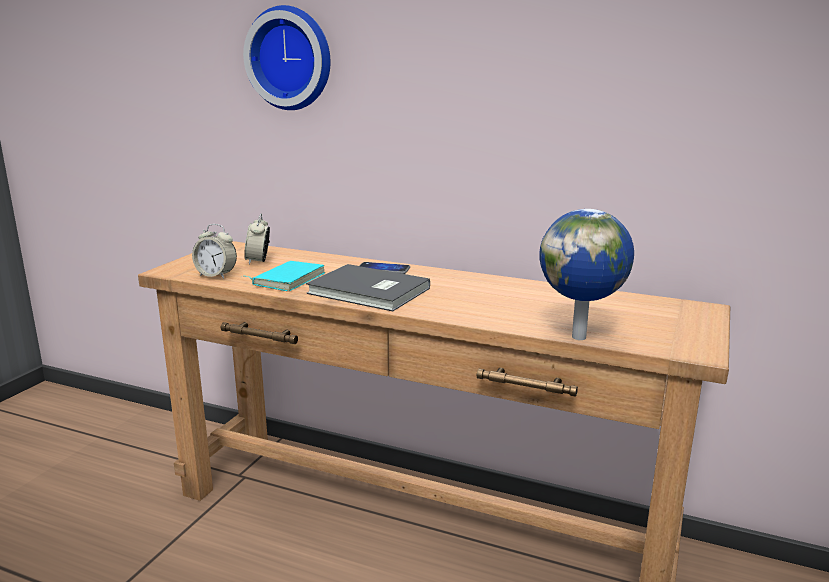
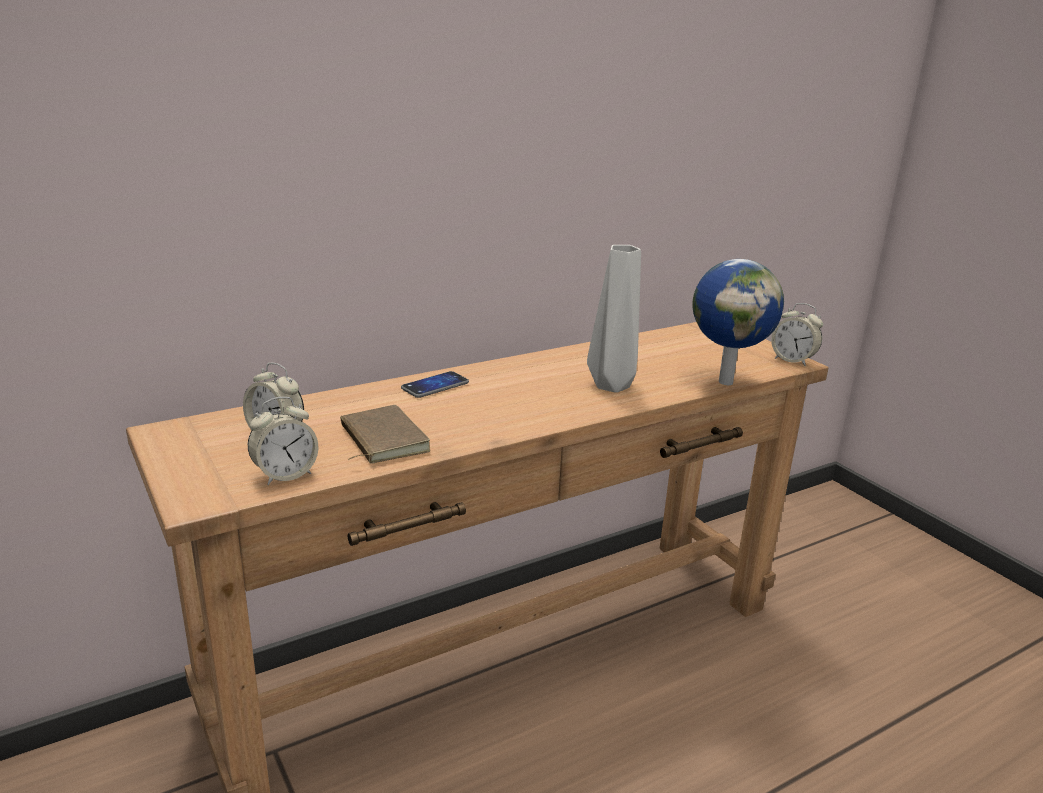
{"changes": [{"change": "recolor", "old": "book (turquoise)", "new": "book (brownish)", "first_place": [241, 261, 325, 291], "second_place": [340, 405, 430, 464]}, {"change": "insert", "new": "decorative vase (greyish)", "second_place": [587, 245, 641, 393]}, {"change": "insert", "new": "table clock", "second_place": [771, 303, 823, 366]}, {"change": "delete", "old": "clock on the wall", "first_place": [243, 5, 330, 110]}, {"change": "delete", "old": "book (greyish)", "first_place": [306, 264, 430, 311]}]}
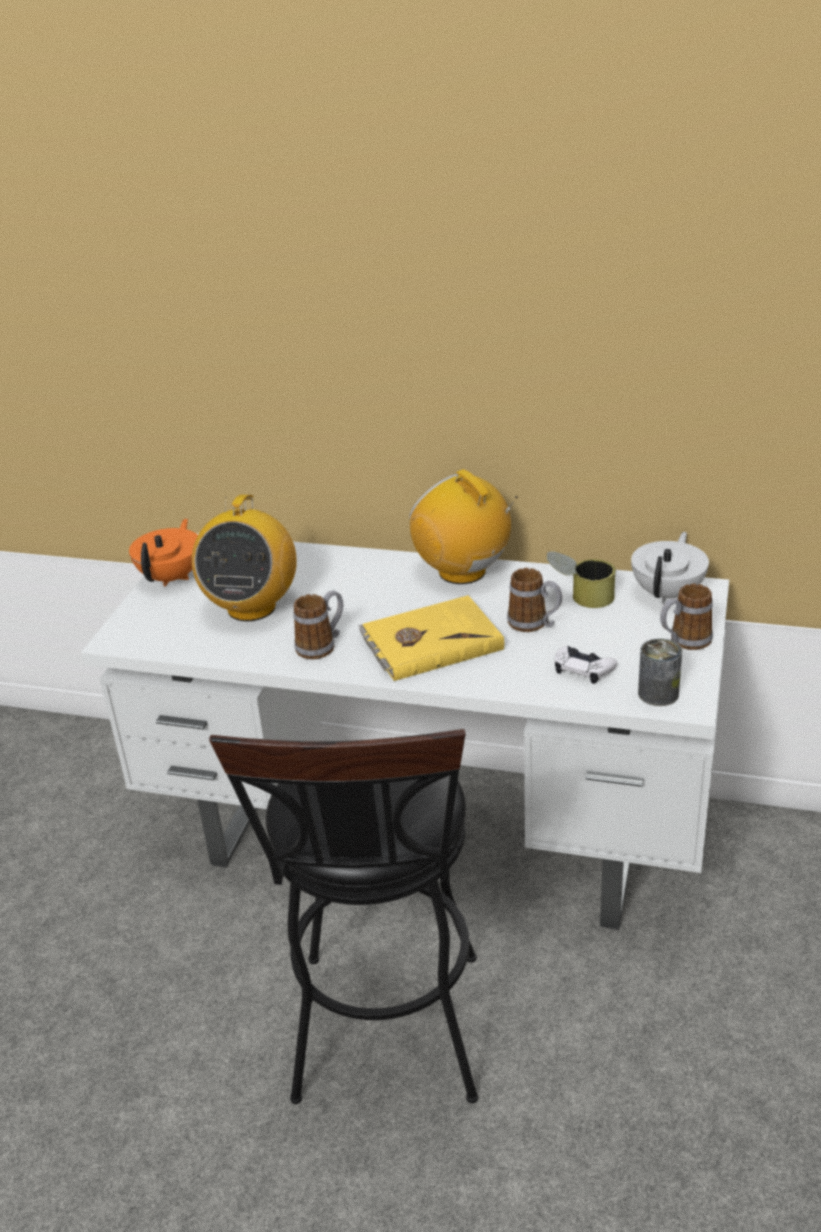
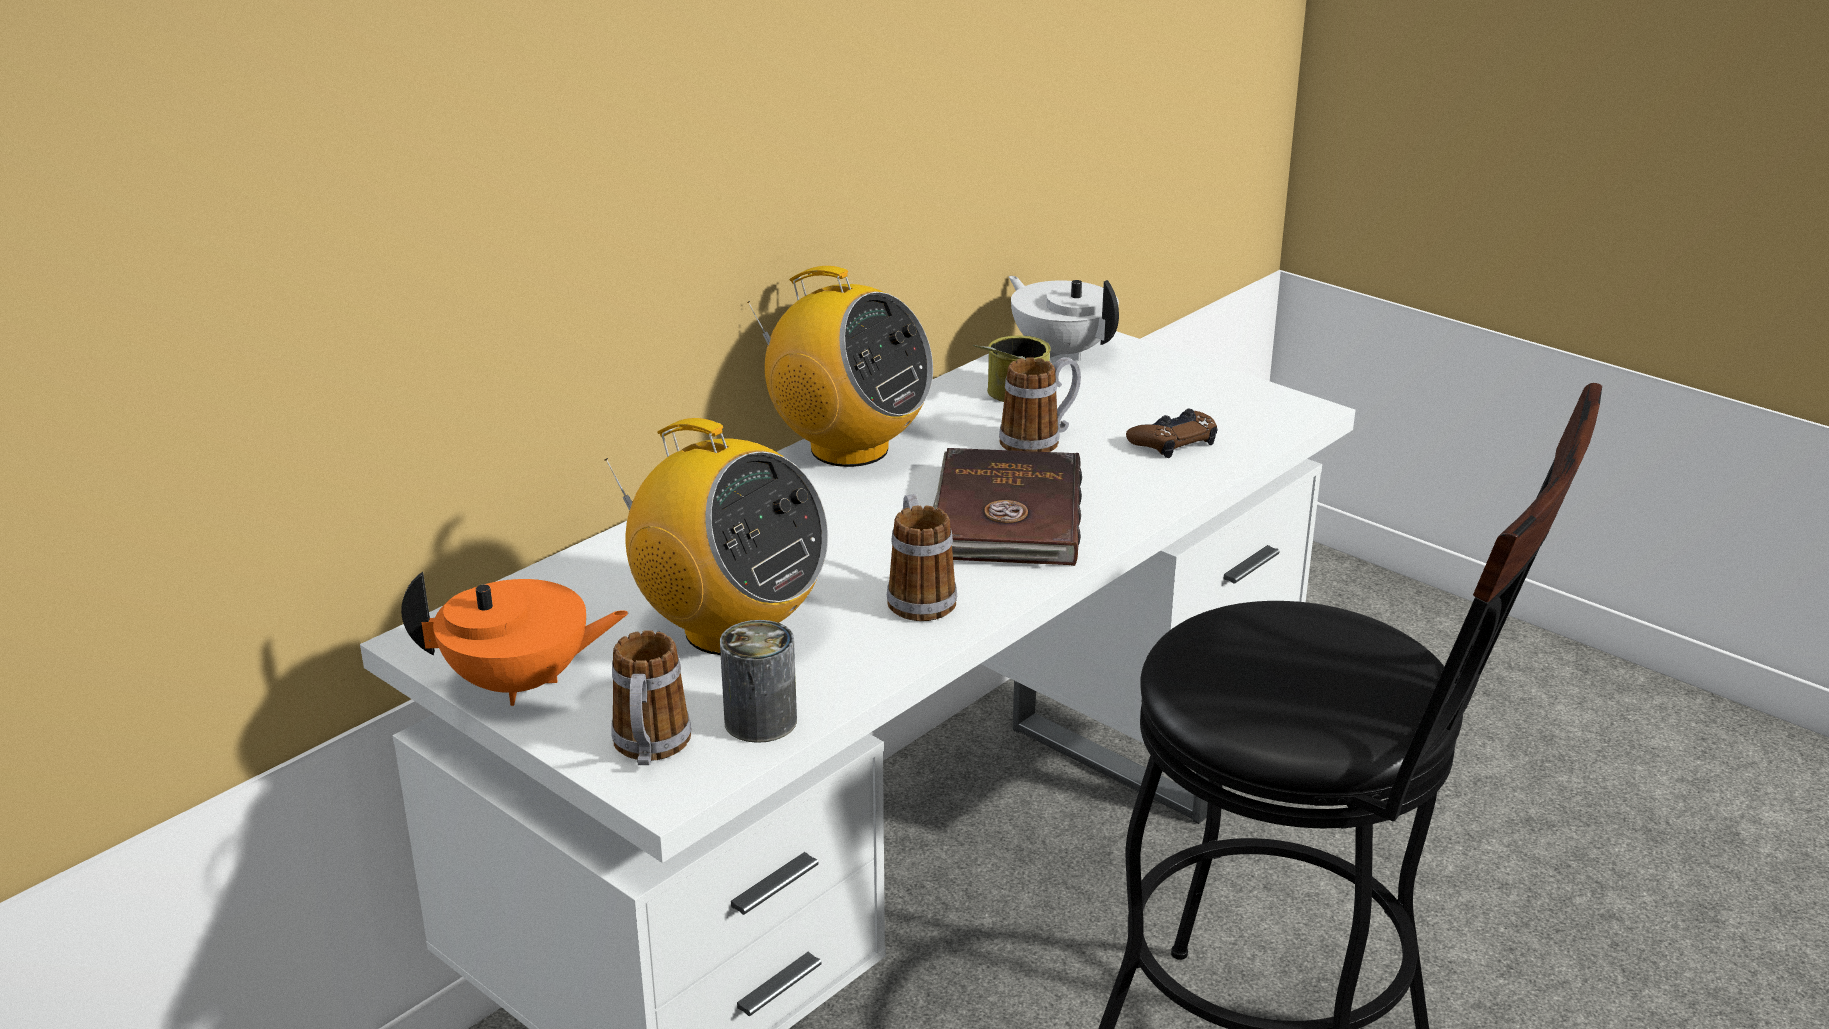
{"changes": [{"change": "rotate", "old": "pot for tea (orange-coloured)", "first_place": [129, 519, 198, 587], "second_place": [401, 572, 629, 706], "degrees": 135}, {"change": "move", "old": "mug", "first_place": [660, 583, 713, 650], "second_place": [611, 630, 691, 765]}, {"change": "move", "old": "sealed can", "first_place": [638, 638, 682, 706], "second_place": [720, 620, 797, 743]}, {"change": "rotate", "old": "radio set", "first_place": [409, 469, 518, 584], "second_place": [747, 266, 933, 467], "degrees": -135}, {"change": "recolor", "old": "book (yellow-coloured)", "new": "book (brownish)", "first_place": [358, 595, 504, 681], "second_place": [933, 448, 1082, 566]}, {"change": "recolor", "old": "game controller (white-coloured)", "new": "game controller (brownish)", "first_place": [555, 646, 617, 684], "second_place": [1126, 409, 1217, 458]}]}
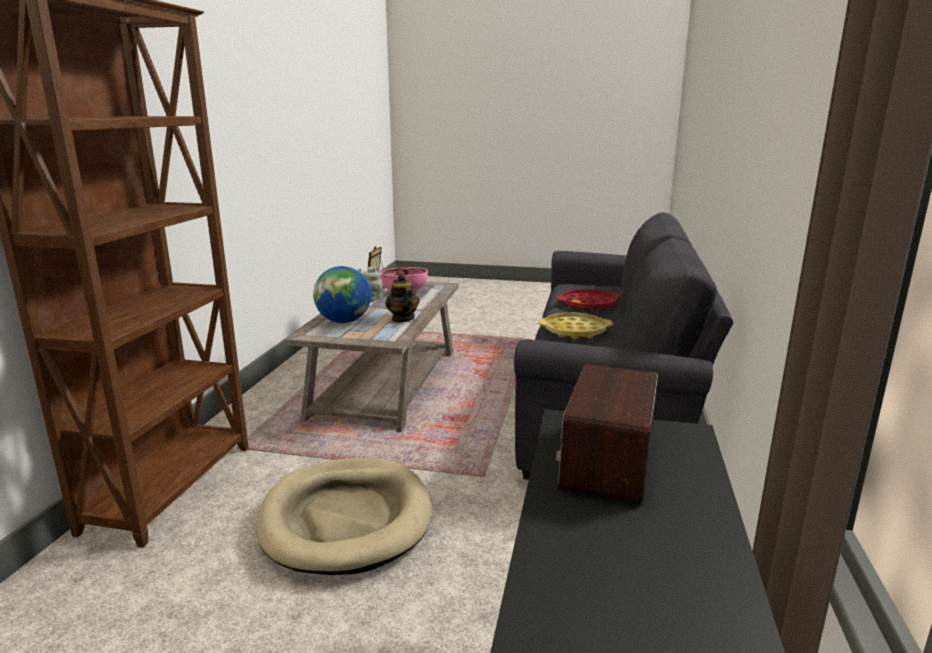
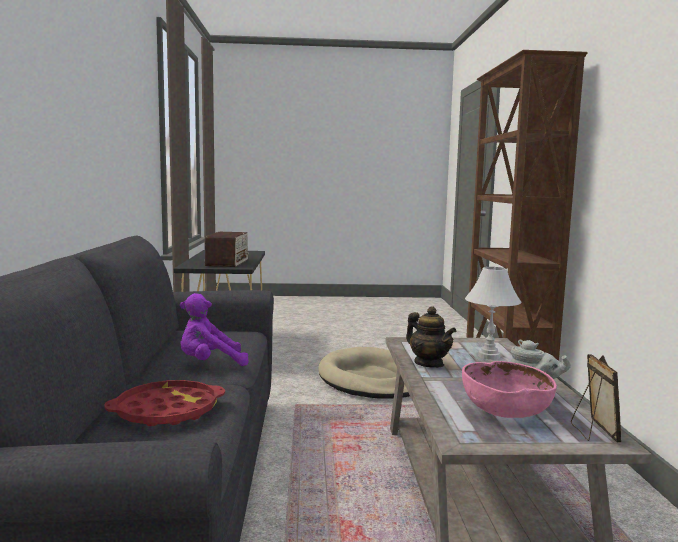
{"changes": [{"change": "replace", "old": "tray (yellow-coloured)", "new": "cuddly toy (purplish)", "first_place": [538, 312, 613, 339], "second_place": [180, 293, 249, 366]}, {"change": "replace", "old": "world globe", "new": "lamp for a table (white-coloured)", "first_place": [313, 266, 371, 323], "second_place": [465, 267, 521, 360]}]}
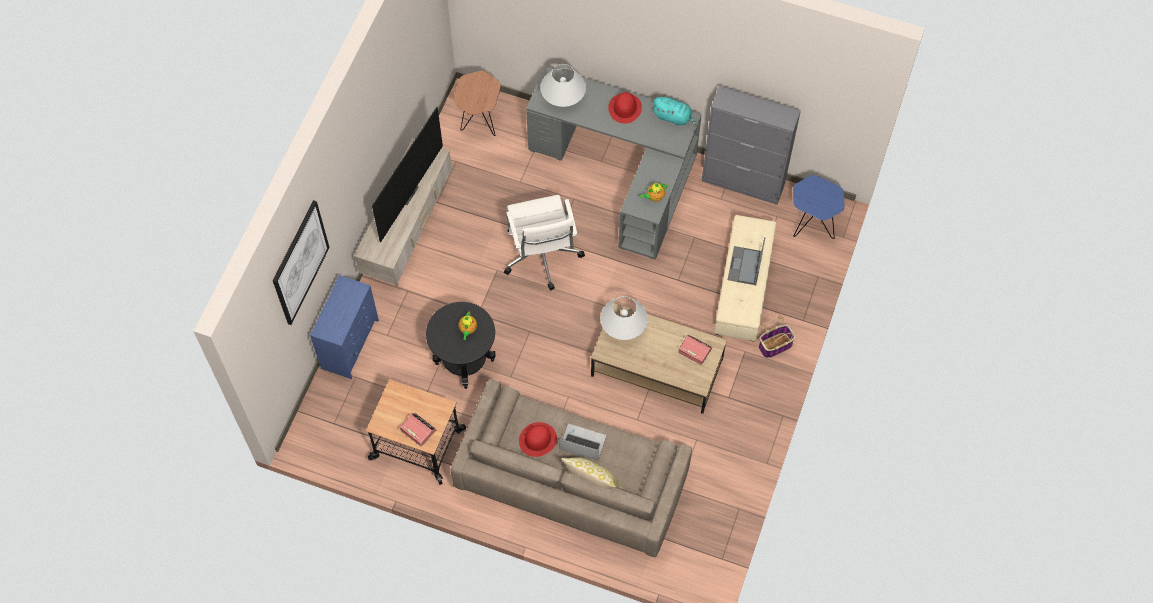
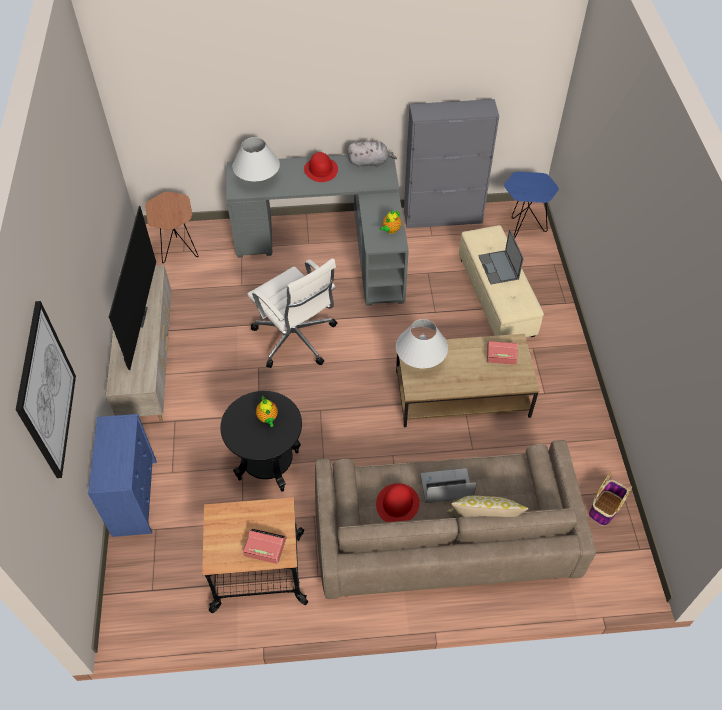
{"changes": [{"change": "recolor", "old": "cuddly toy (turquoise)", "new": "cuddly toy (greyish)", "first_place": [652, 97, 696, 127], "second_place": [347, 141, 397, 168]}, {"change": "move", "old": "basket", "first_place": [759, 317, 796, 358], "second_place": [589, 472, 632, 526]}]}
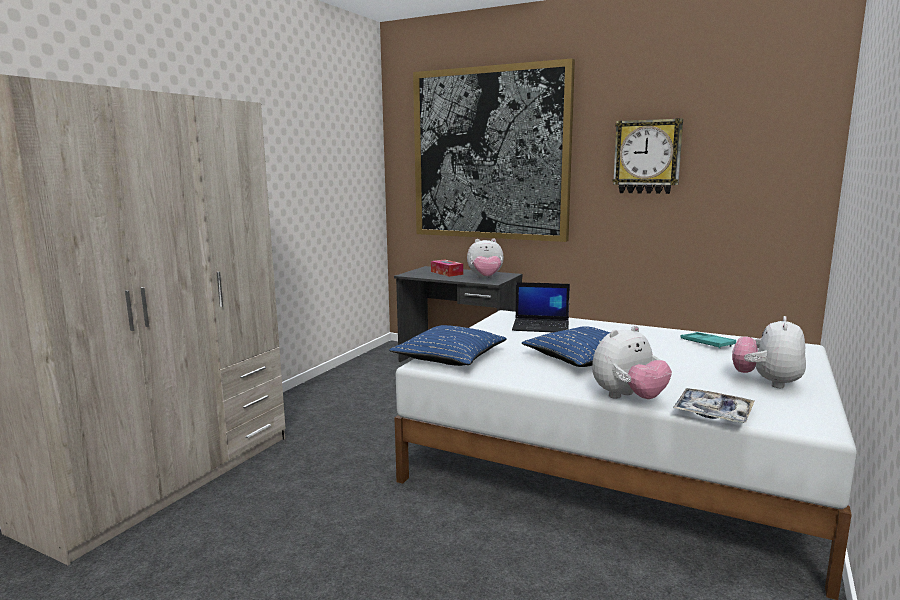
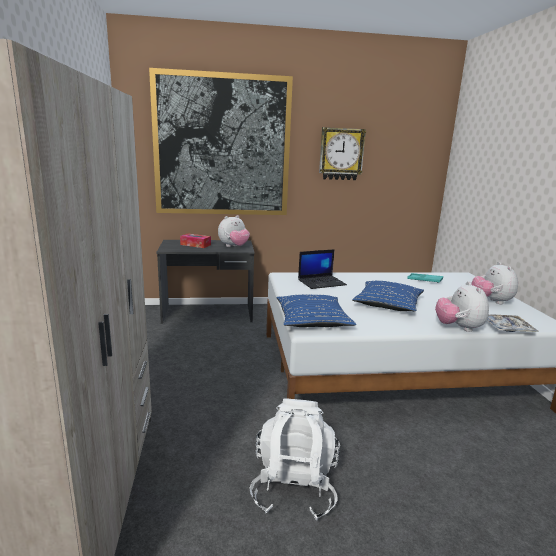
{"changes": [{"change": "insert", "new": "backpack (white-coloured)", "second_place": [249, 398, 340, 521]}, {"change": "rotate", "old": "cuddly toy", "first_place": [592, 325, 672, 399], "second_place": [435, 281, 489, 332], "degrees": 150}]}
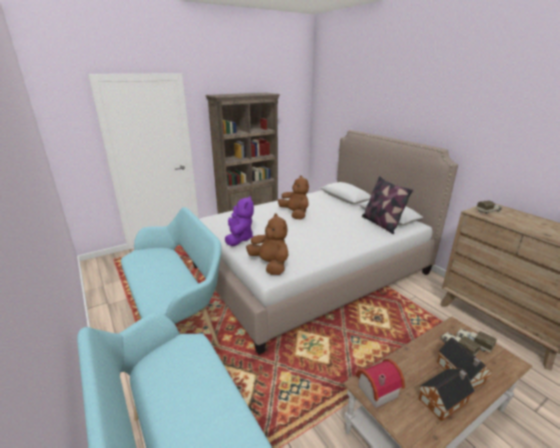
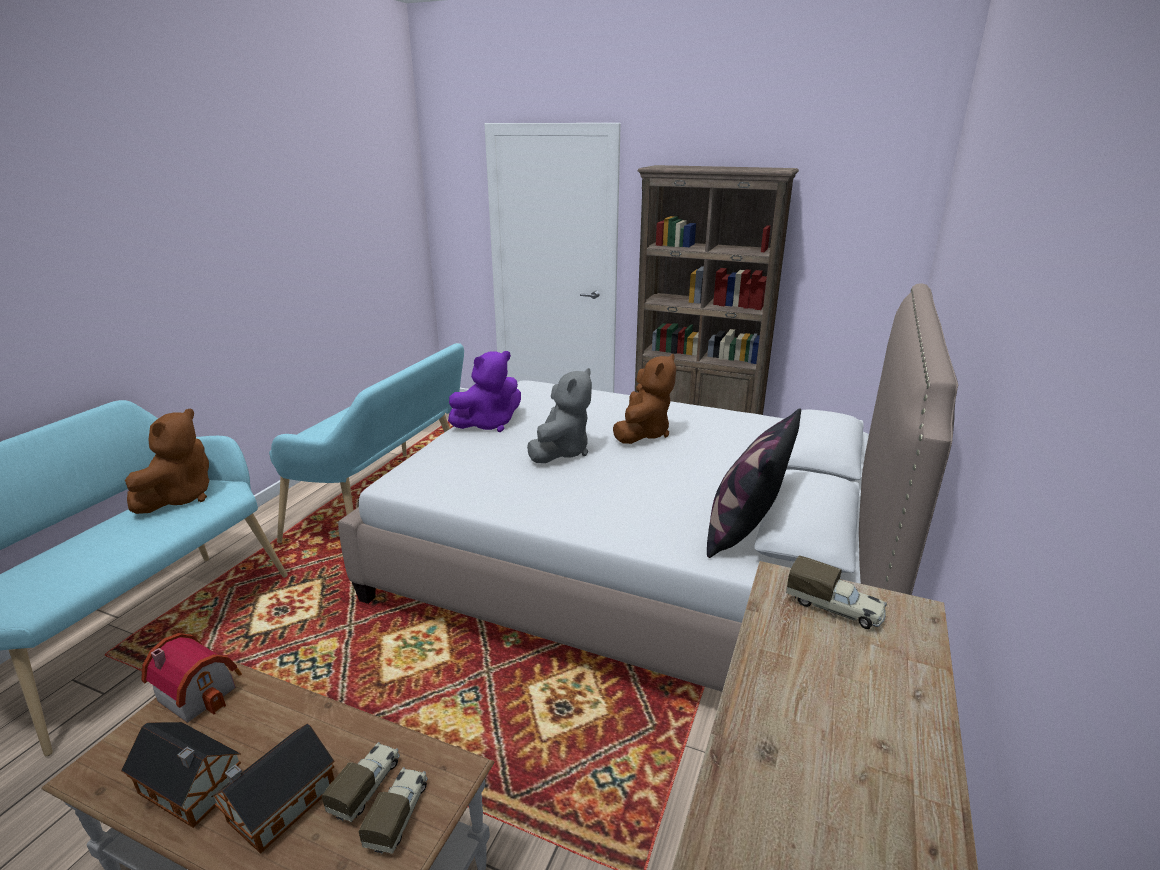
{"changes": [{"change": "move", "old": "cuddly toy (brownish)", "first_place": [246, 213, 288, 275], "second_place": [125, 409, 209, 514]}, {"change": "insert", "new": "cuddly toy (greyish)", "second_place": [527, 368, 592, 463]}]}
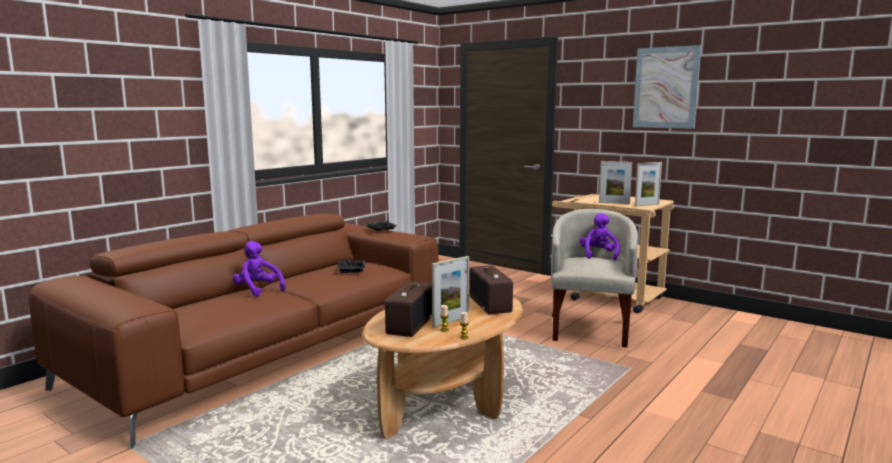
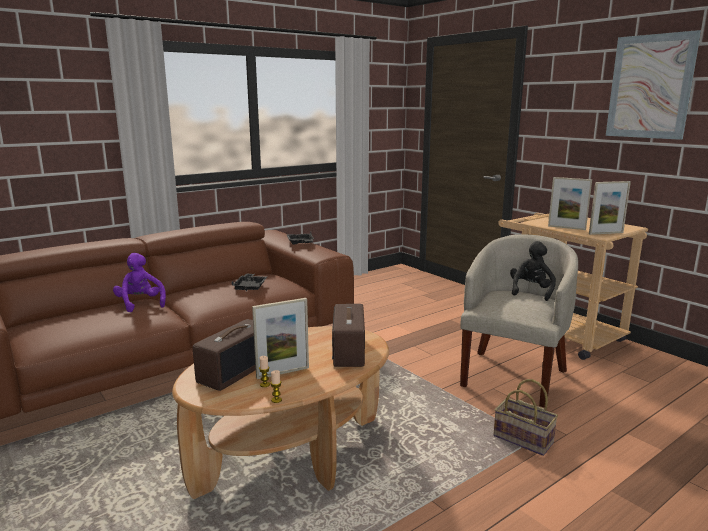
{"changes": [{"change": "insert", "new": "basket", "second_place": [493, 379, 558, 456]}, {"change": "recolor", "old": "cuddly toy (purplish)", "new": "cuddly toy (black-coloured)", "first_place": [580, 213, 620, 261], "second_place": [510, 241, 556, 301]}]}
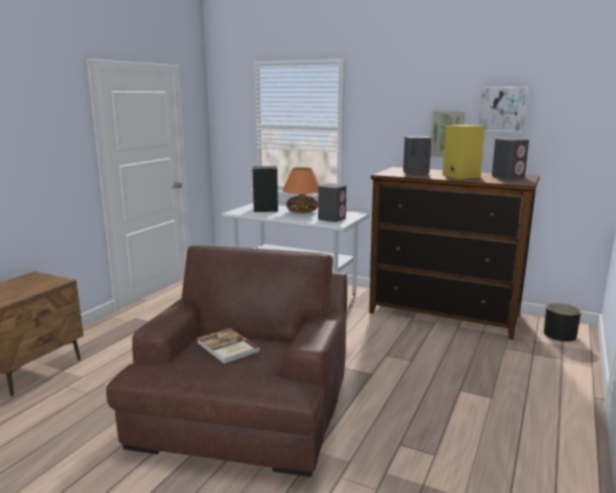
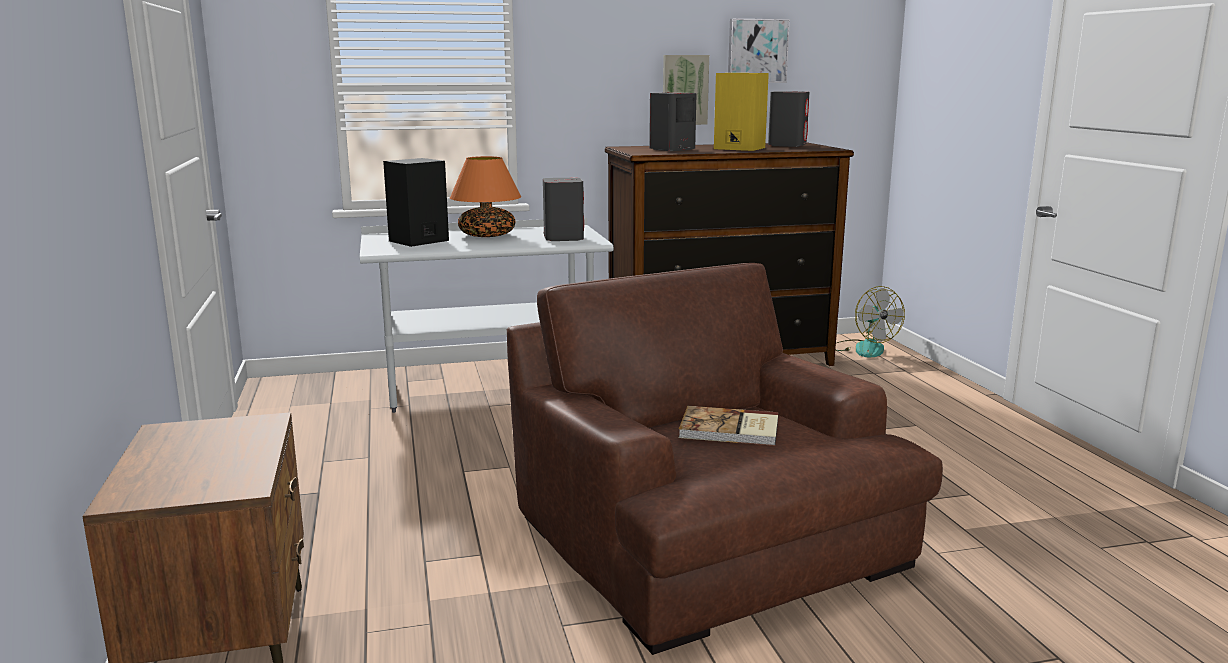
{"changes": [{"change": "replace", "old": "flower pot (black-coloured)", "new": "electric fan", "first_place": [544, 303, 581, 341], "second_place": [835, 286, 905, 358]}]}
